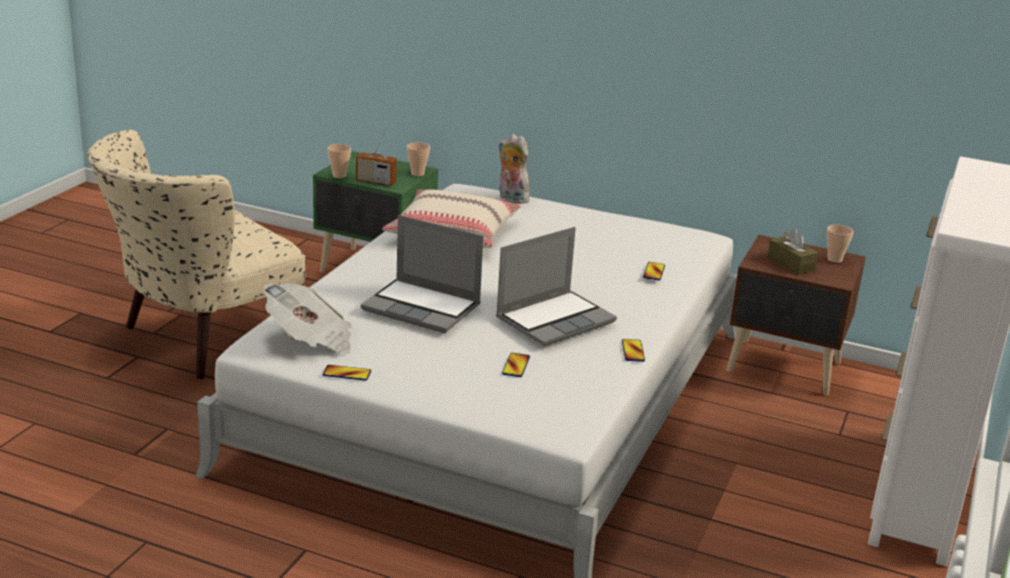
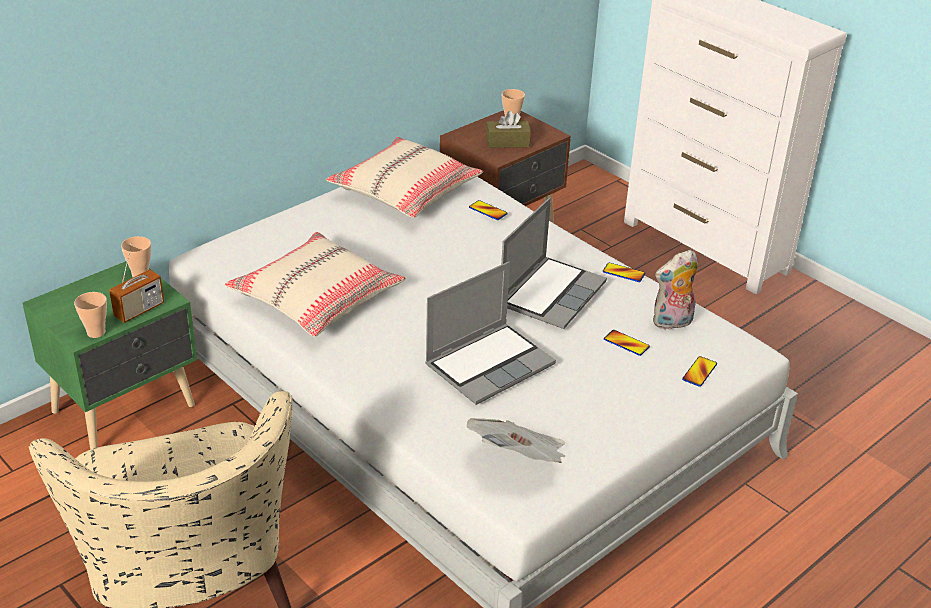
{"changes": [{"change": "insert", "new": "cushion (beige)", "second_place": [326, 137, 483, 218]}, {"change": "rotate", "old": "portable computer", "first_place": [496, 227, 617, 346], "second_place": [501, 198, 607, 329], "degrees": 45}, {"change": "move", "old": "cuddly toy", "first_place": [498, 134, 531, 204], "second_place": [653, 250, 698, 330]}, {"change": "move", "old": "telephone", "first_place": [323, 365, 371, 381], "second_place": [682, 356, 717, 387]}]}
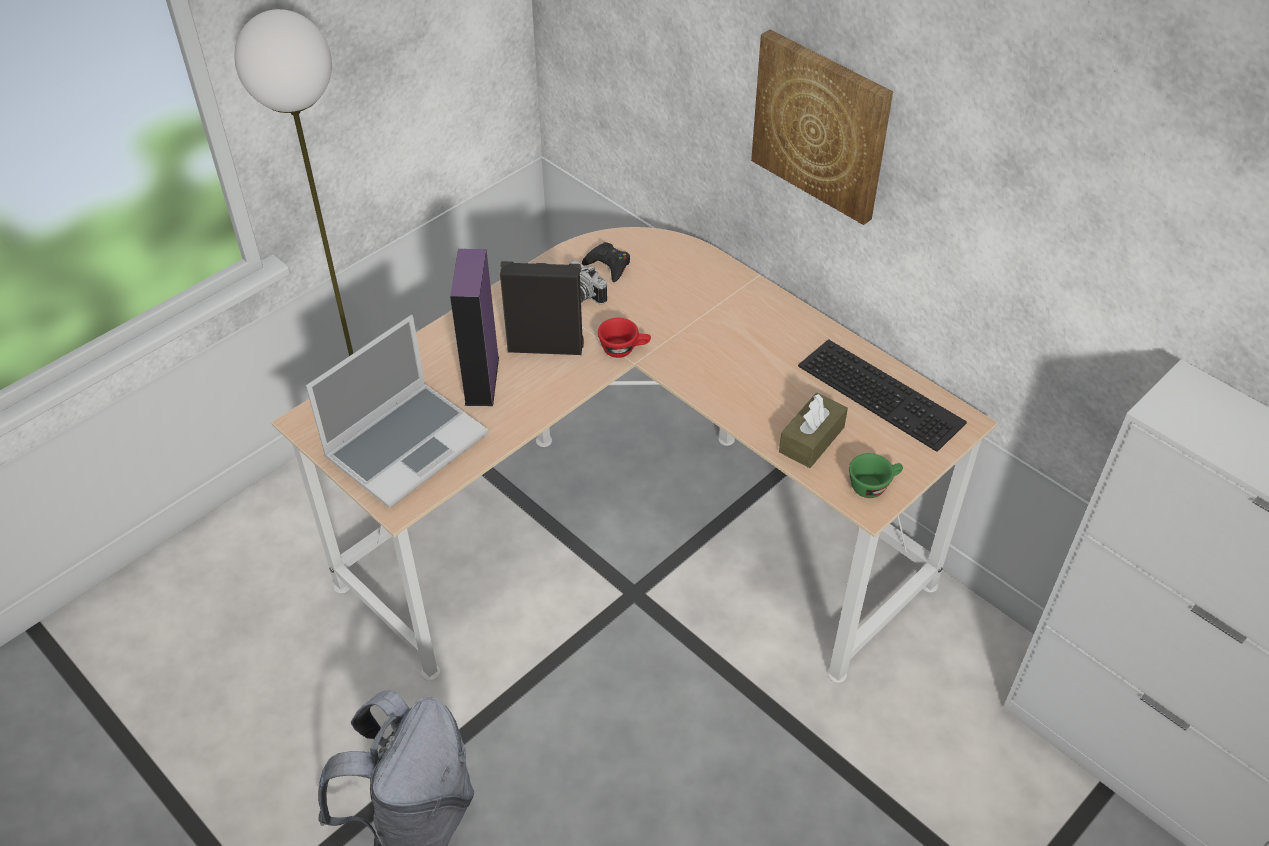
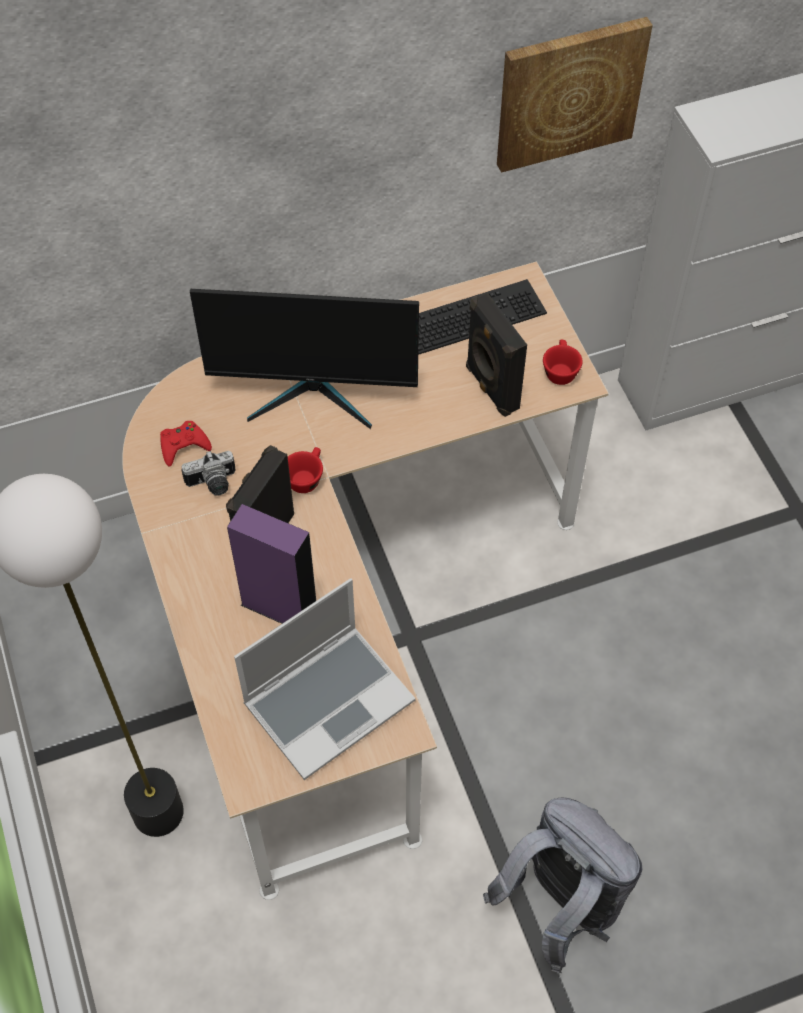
{"changes": [{"change": "recolor", "old": "game controller (black-coloured)", "new": "game controller (reddish)", "first_place": [582, 242, 630, 282], "second_place": [160, 421, 212, 467]}, {"change": "insert", "new": "computer screen", "second_place": [190, 289, 419, 429]}, {"change": "rotate", "old": "portable computer", "first_place": [306, 315, 488, 508], "second_place": [234, 578, 415, 780], "degrees": 75}, {"change": "replace", "old": "tissue holder (brownish)", "new": "audio speaker (black-coloured)", "first_place": [779, 392, 848, 468], "second_place": [466, 293, 527, 417]}, {"change": "move", "old": "wall art", "first_place": [751, 30, 893, 225], "second_place": [497, 17, 653, 173]}, {"change": "recolor", "old": "drinking cup (green-coloured)", "new": "drinking cup (reddish)", "first_place": [849, 453, 903, 498], "second_place": [543, 340, 583, 385]}]}
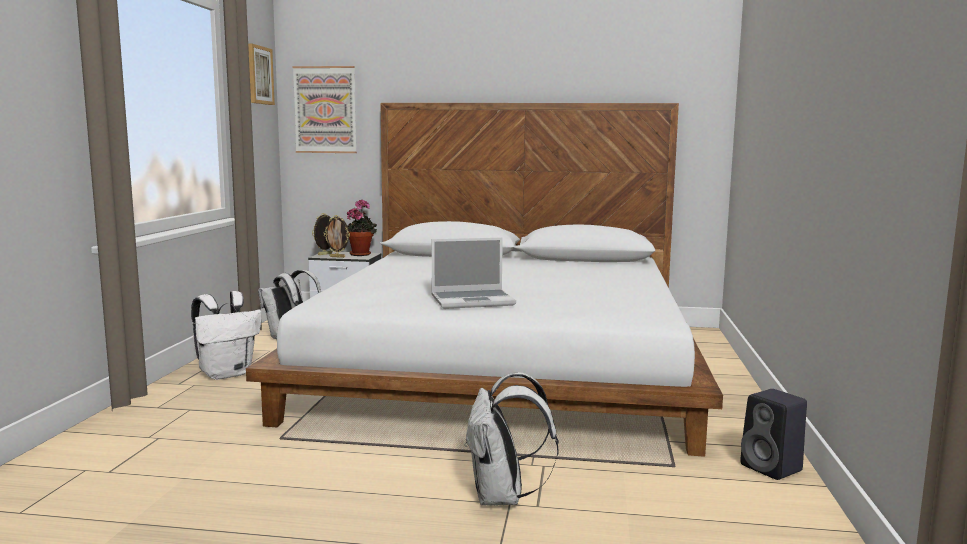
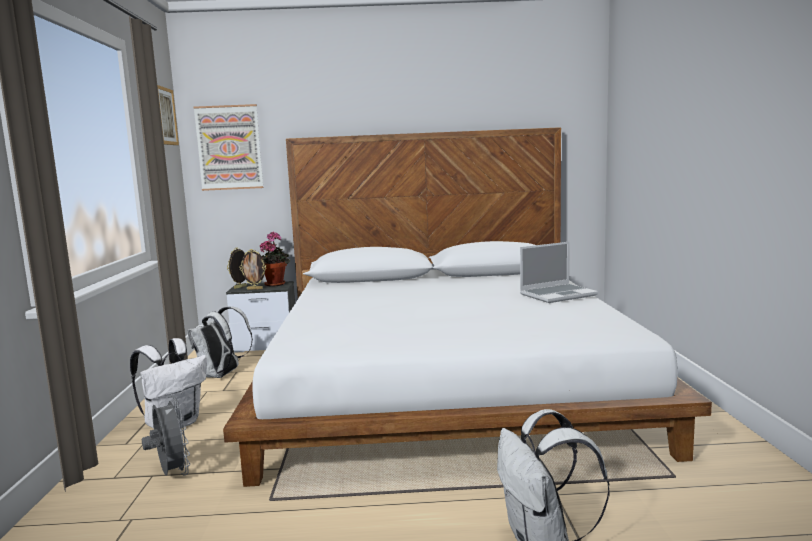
{"changes": [{"change": "insert", "new": "electric fan (greyish)", "second_place": [142, 396, 190, 476]}, {"change": "move", "old": "portable computer", "first_place": [432, 238, 516, 309], "second_place": [520, 242, 598, 303]}, {"change": "delete", "old": "audio speaker (black-coloured)", "first_place": [740, 389, 807, 480]}]}
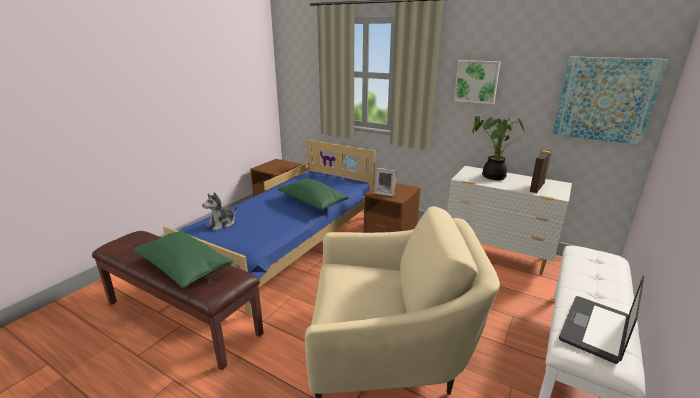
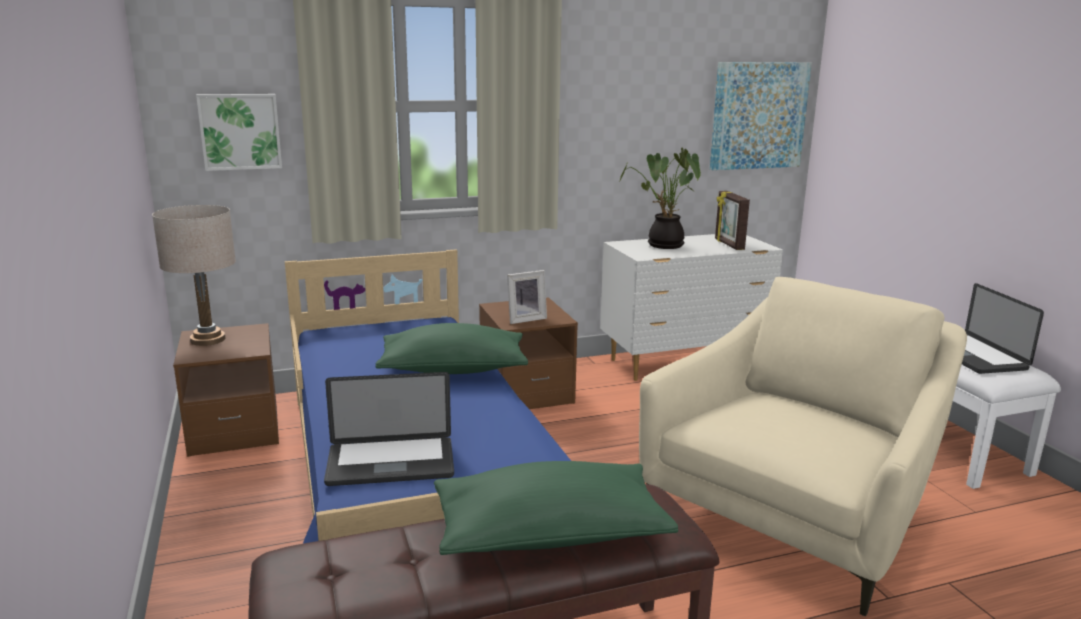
{"changes": [{"change": "insert", "new": "lamp for a table (beige)", "second_place": [152, 205, 236, 346]}, {"change": "move", "old": "wall art", "first_place": [454, 60, 501, 104], "second_place": [196, 94, 282, 171]}, {"change": "replace", "old": "cuddly toy", "new": "portable computer", "first_place": [202, 192, 237, 231], "second_place": [324, 372, 454, 486]}]}
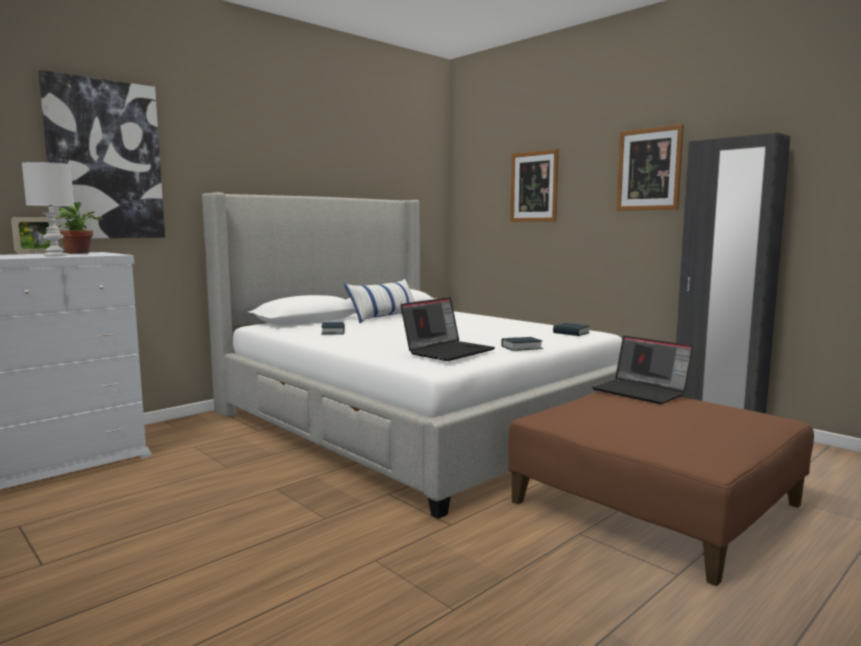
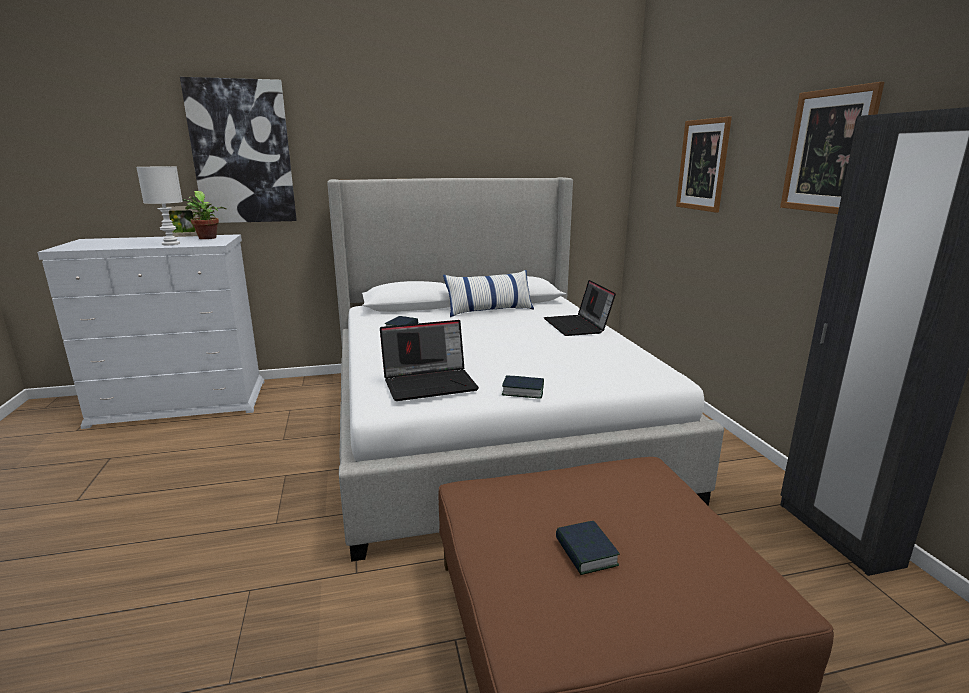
{"changes": [{"change": "move", "old": "portable computer", "first_place": [592, 336, 693, 404], "second_place": [544, 280, 616, 336]}, {"change": "move", "old": "book", "first_place": [553, 323, 590, 336], "second_place": [556, 521, 620, 575]}]}
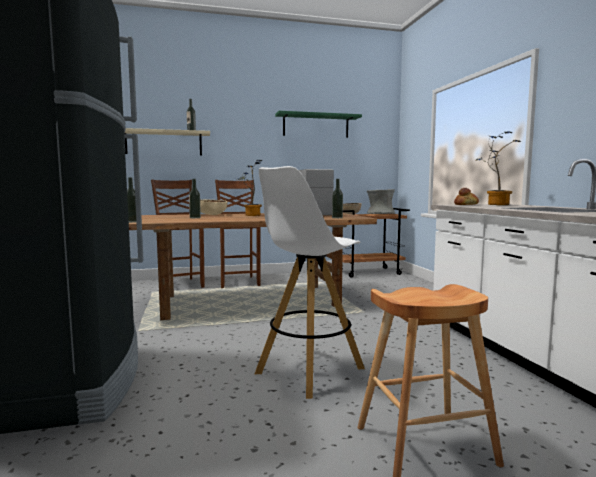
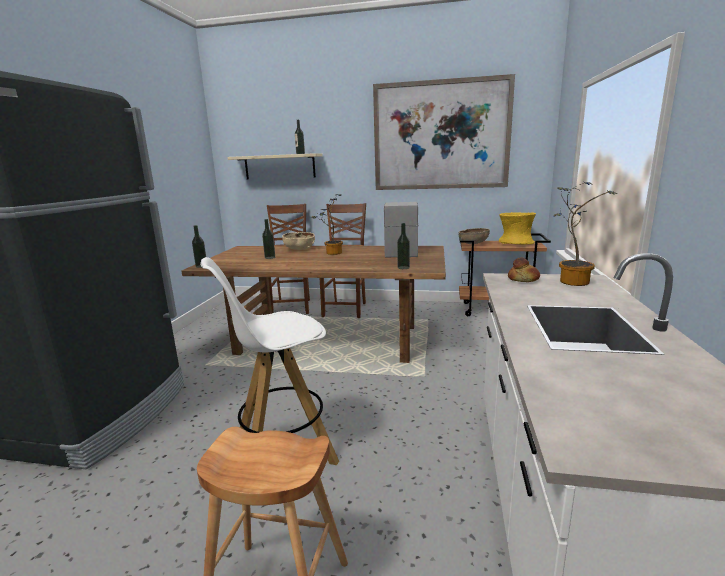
{"changes": [{"change": "replace", "old": "shelf (green-coloured)", "new": "wall art", "first_place": [275, 111, 362, 138], "second_place": [373, 74, 515, 190]}, {"change": "recolor", "old": "decorative vase (greyish)", "new": "decorative vase (yellow-coloured)", "first_place": [367, 189, 396, 214], "second_place": [499, 212, 536, 244]}]}
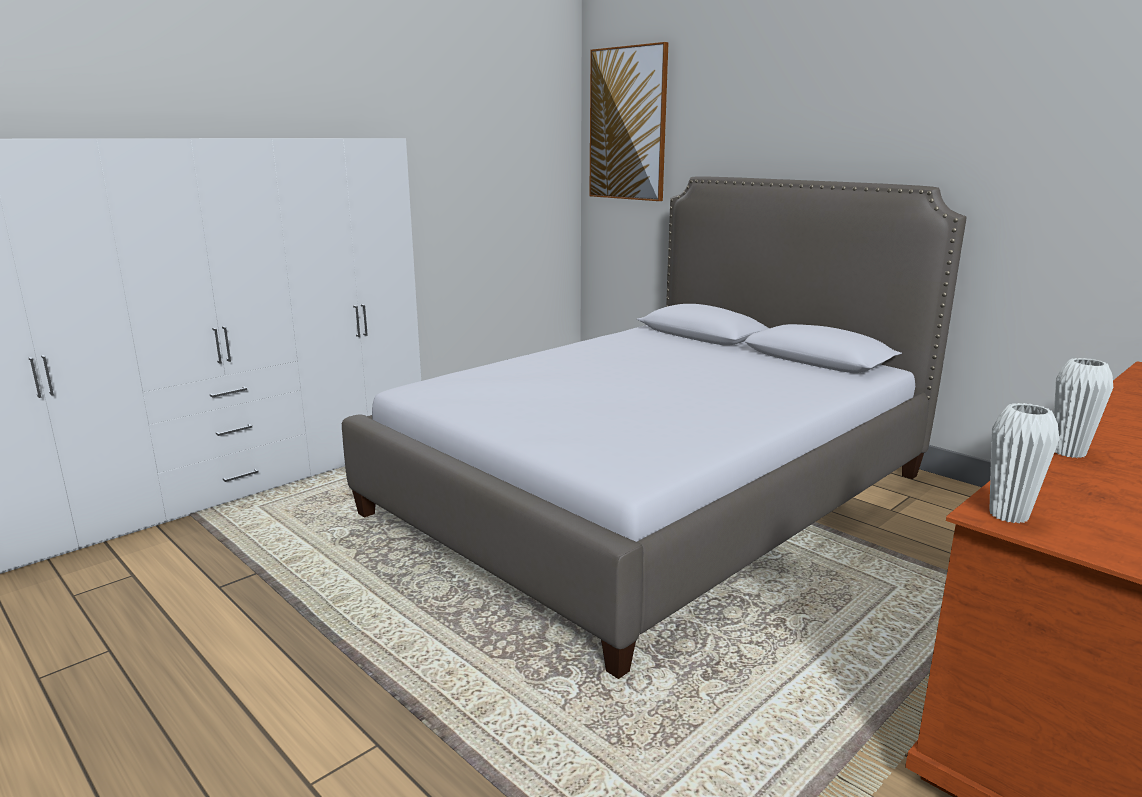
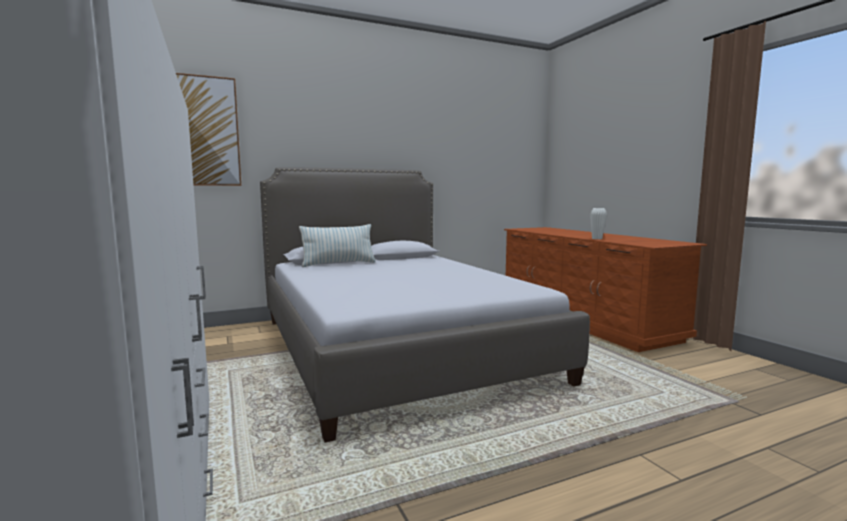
{"changes": [{"change": "insert", "new": "cushion", "second_place": [299, 224, 376, 267]}, {"change": "delete", "old": "decorative vase (white-coloured)", "first_place": [990, 403, 1059, 524]}]}
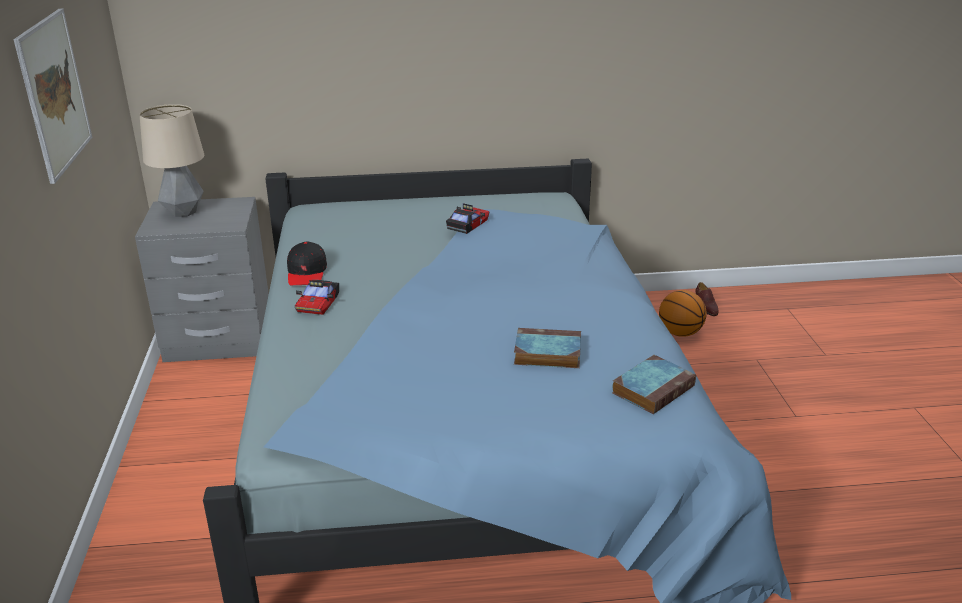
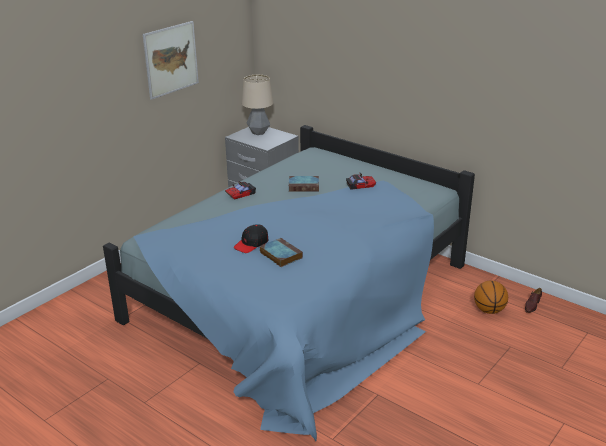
{"changes": [{"change": "move", "old": "cap (black-coloured)", "first_place": [287, 241, 327, 285], "second_place": [234, 224, 268, 253]}, {"change": "move", "old": "book", "first_place": [612, 355, 696, 414], "second_place": [289, 176, 319, 192]}]}
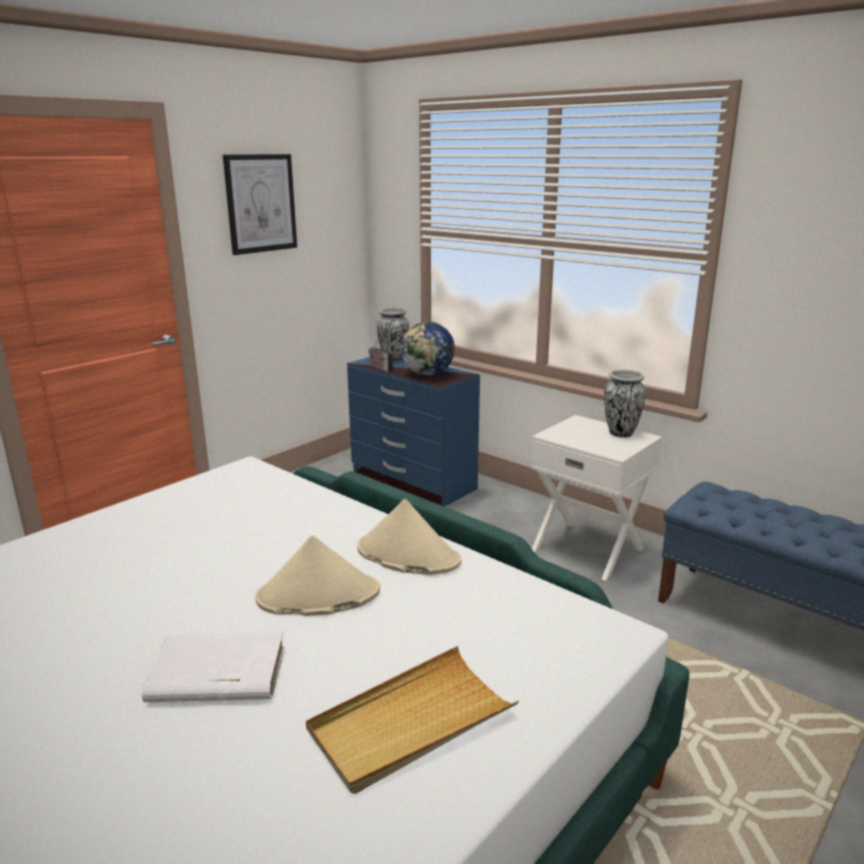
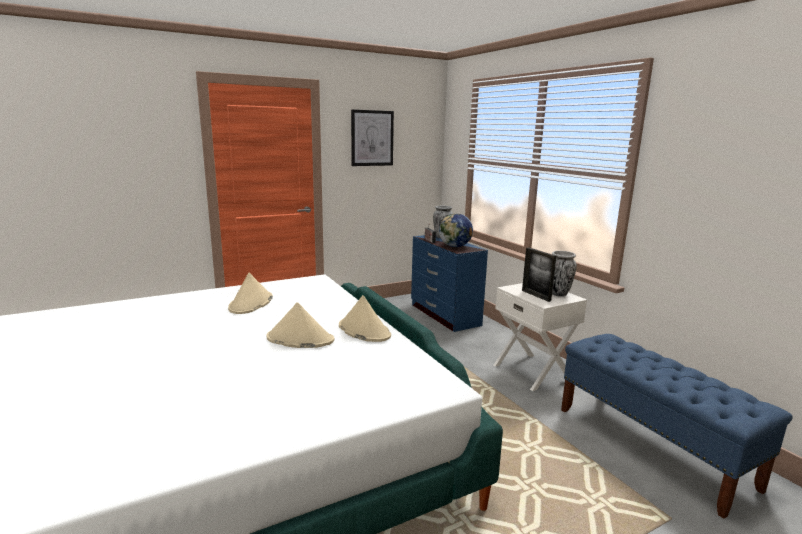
{"changes": [{"change": "insert", "new": "wearable hat (beige)", "second_place": [228, 272, 273, 314]}, {"change": "insert", "new": "standing frame", "second_place": [522, 247, 556, 302]}, {"change": "delete", "old": "book (white-coloured)", "first_place": [142, 632, 285, 702]}, {"change": "delete", "old": "tray (beige)", "first_place": [306, 646, 519, 794]}]}
